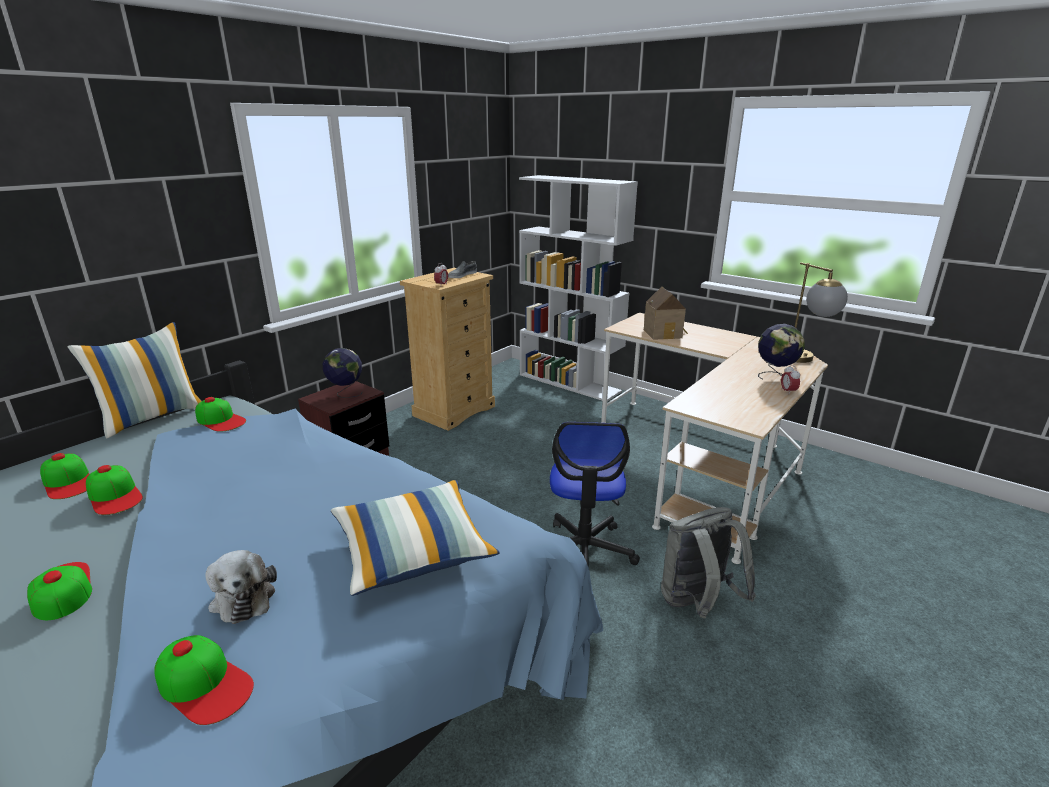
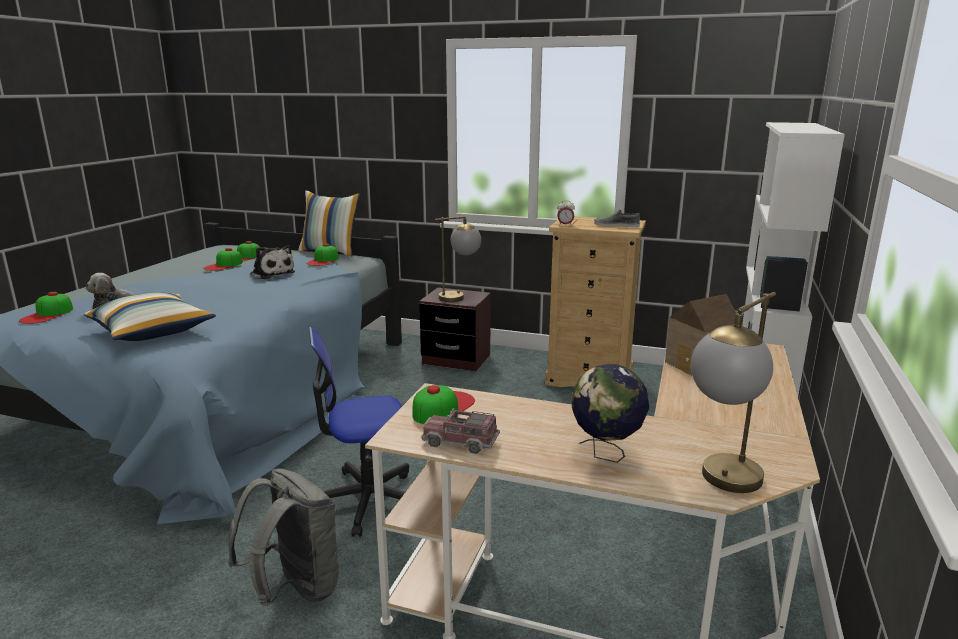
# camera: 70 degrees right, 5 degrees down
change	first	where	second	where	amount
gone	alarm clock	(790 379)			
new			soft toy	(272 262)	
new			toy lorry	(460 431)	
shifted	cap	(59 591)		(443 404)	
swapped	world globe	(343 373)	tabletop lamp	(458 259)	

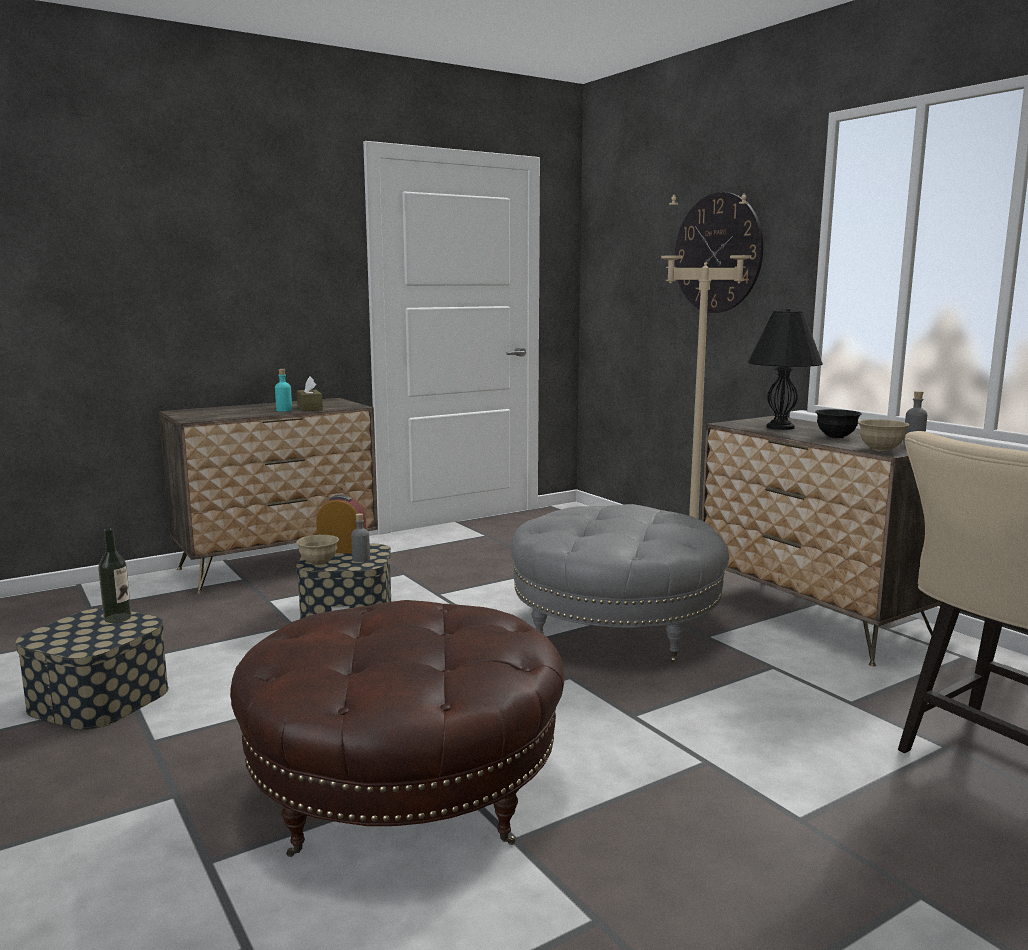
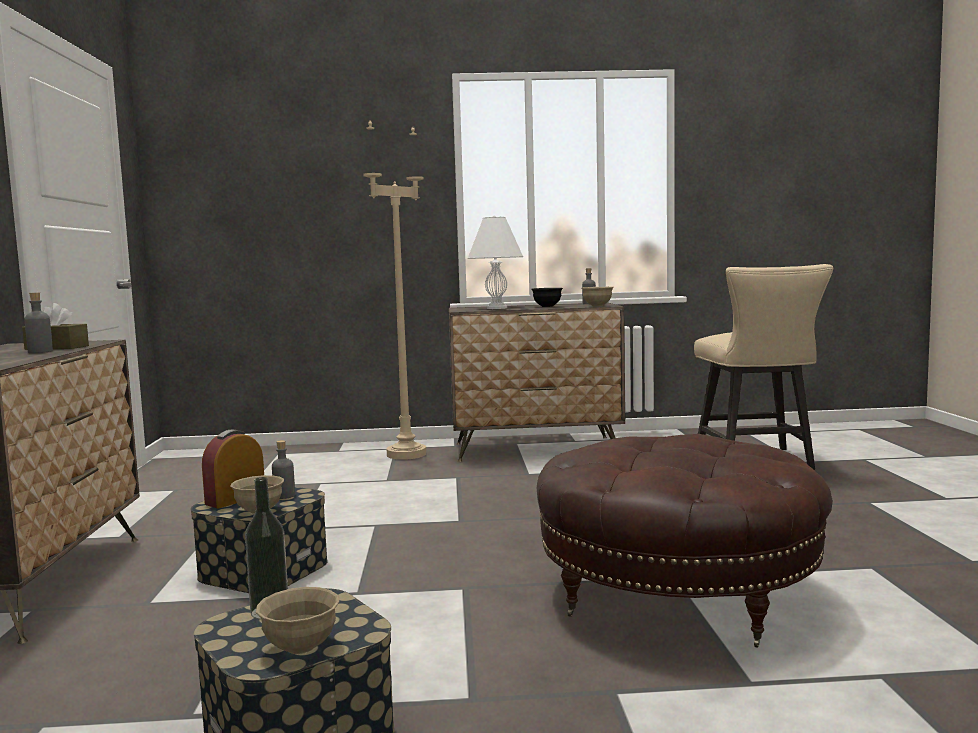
# camera: 60 degrees left, 5 degrees down
change	first	where	second	where	amount
gone	gray ottoman	(620 583)			
gone	wall clock	(719 252)			
new			beige serving bowl	(297 620)	
repainted	blue-green bottle	(283 390)	gray bottle	(38 322)	
repainted	black-coloured tabletop lamp	(785 369)	white tabletop lamp	(495 262)	

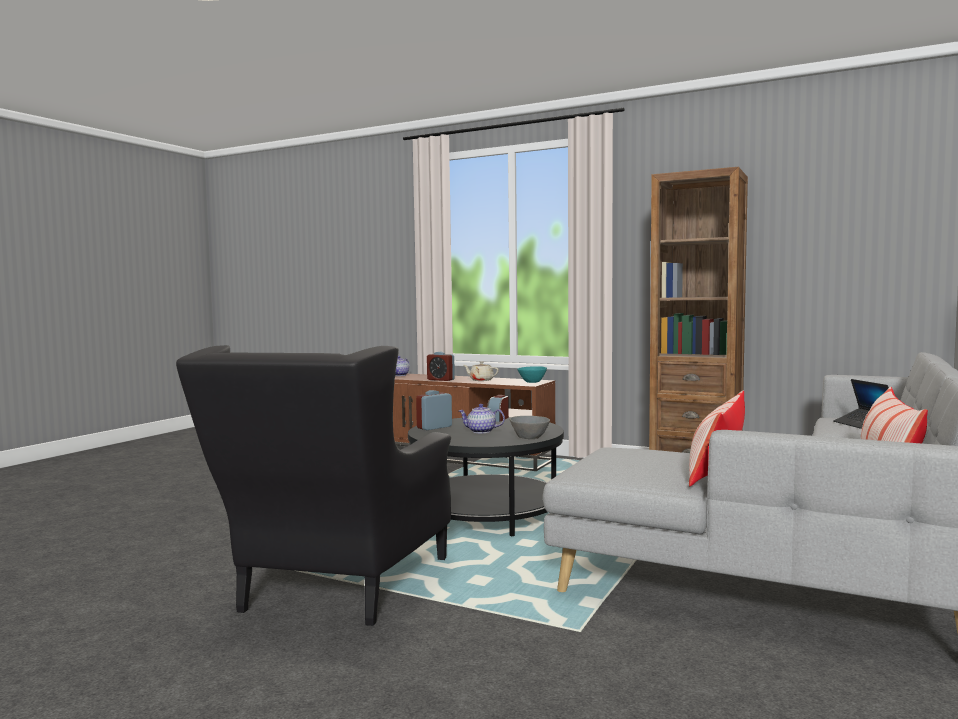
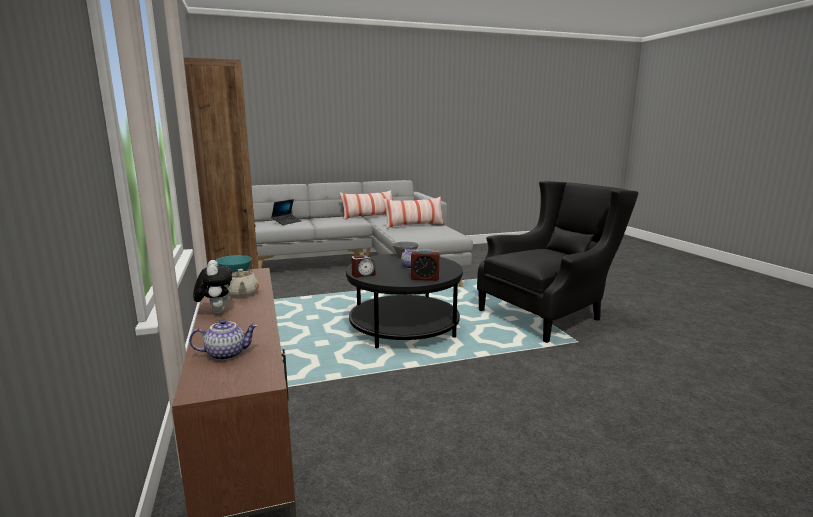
# camera: 135 degrees left, 10 degrees up
change	first	where	second	where	amount
gone	alarm clock	(441 366)			
new			soft toy	(212 286)	

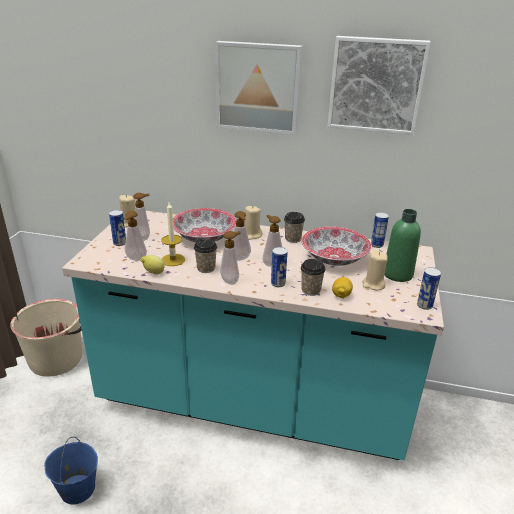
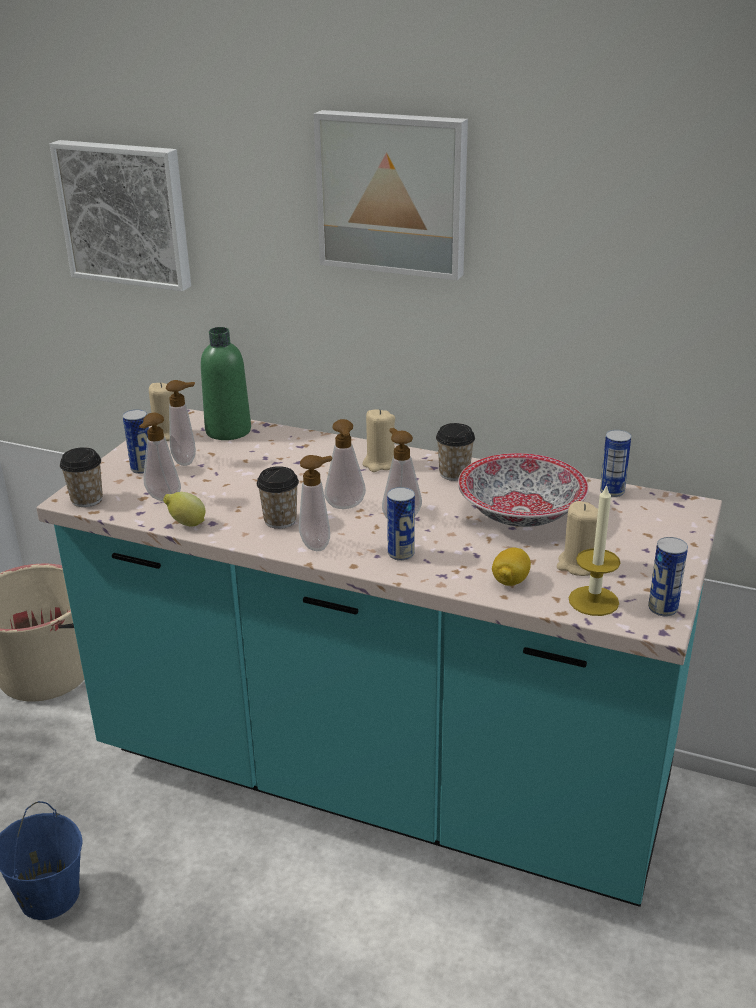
# camera: 10 degrees right, 0 degrees up
change	first	where	second	where	amount
gone	serving bowl	(204 225)			
shifted	wax candle	(173 234)		(594 550)	
shifted	drinking cup	(313 277)		(81 477)	
shifted	wall picture	(379 85)		(120 215)	
shifted	green-coloured bottle	(402 245)		(226 383)	

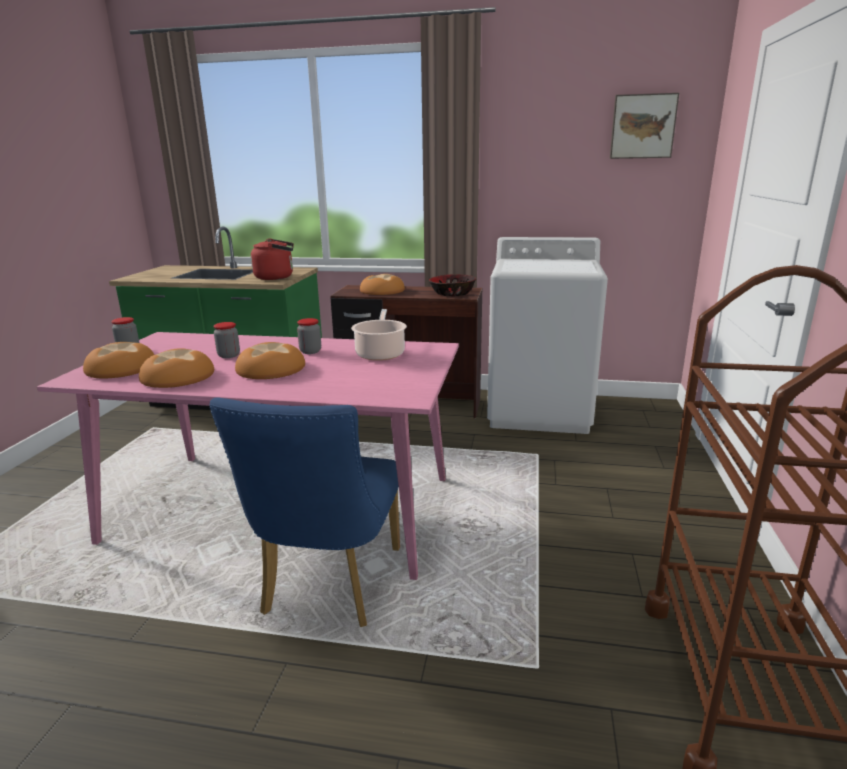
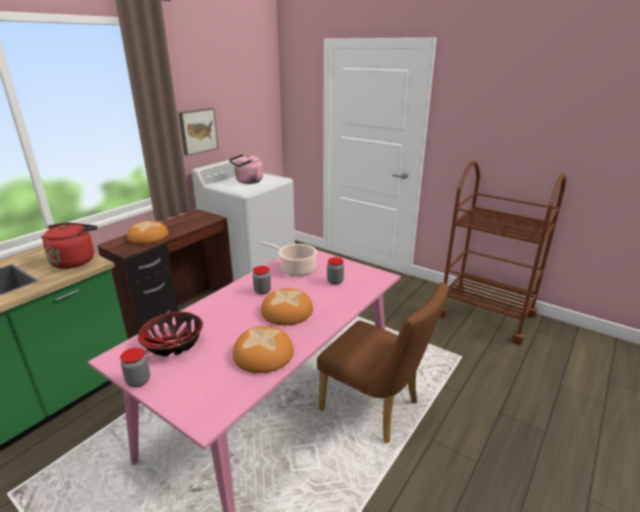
# camera: 65 degrees left, 5 degrees up
change	first	where	second	where	amount
gone	bread	(119 360)			
new			pinkish kettle	(246 169)	
shifted	storage jar	(227 340)		(335 271)	
shifted	serving bowl	(452 285)		(170 334)	
shifted	wall picture	(644 126)		(198 132)	
repainted	blue-coloured plain chair	(304 512)	brown-coloured plain chair	(382 362)	

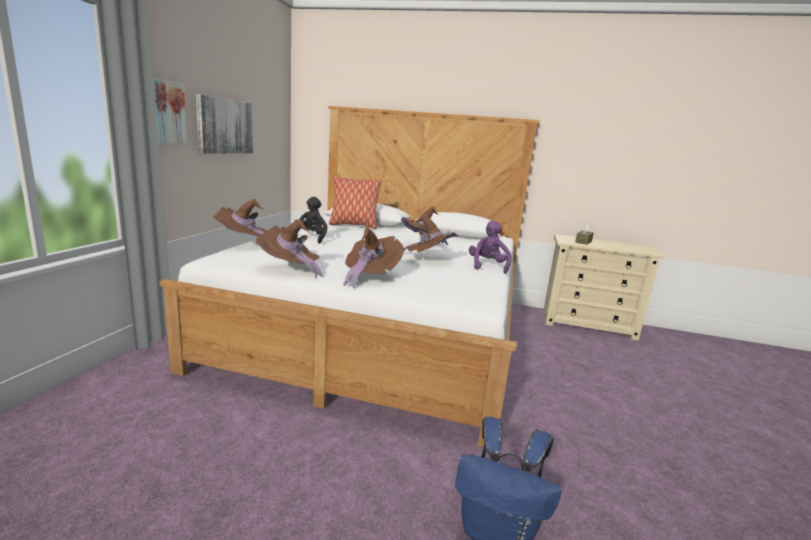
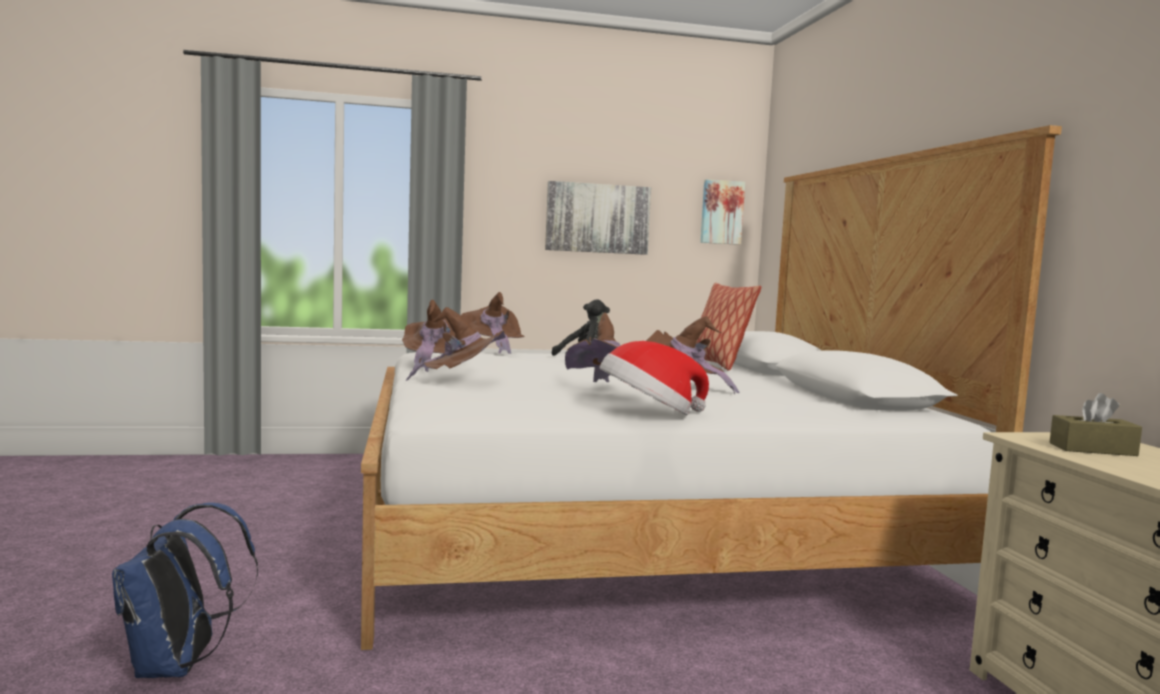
# camera: 65 degrees right, 10 degrees down
change	first	where	second	where	amount
shifted	wall picture	(171 111)		(722 212)	
swapped	purplish soft toy	(490 247)	wearable hat	(654 378)	

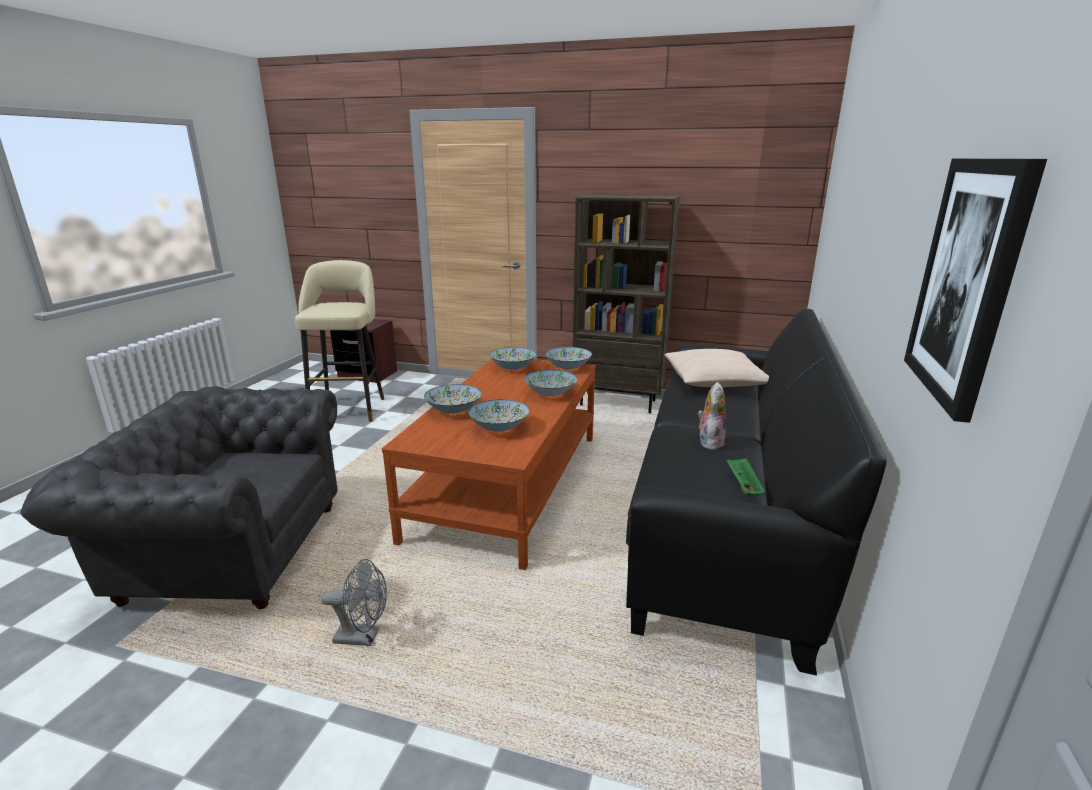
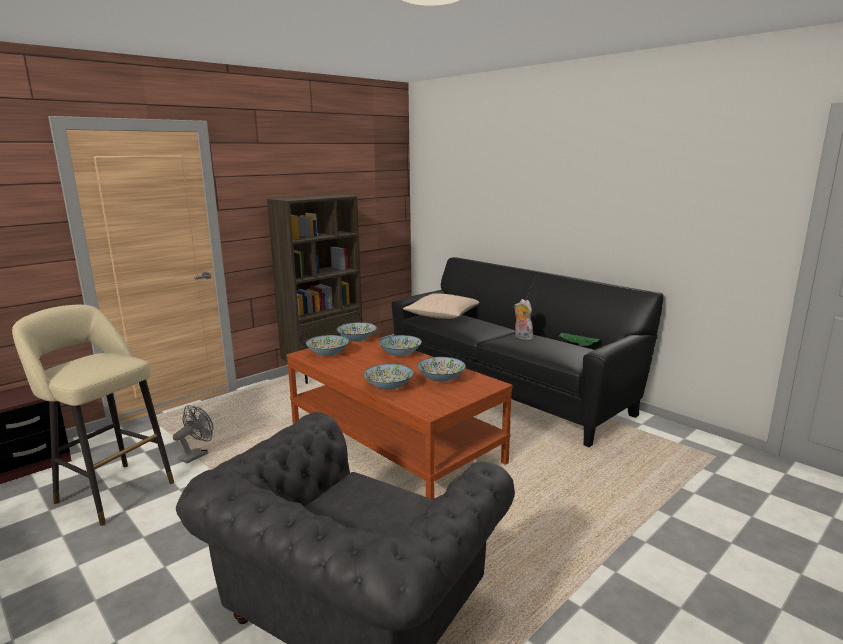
# camera: 60 degrees left, 5 degrees down
change	first	where	second	where	amount
gone	wall picture	(975 291)			
shifted	gray cooling fan	(354 602)		(193 434)	

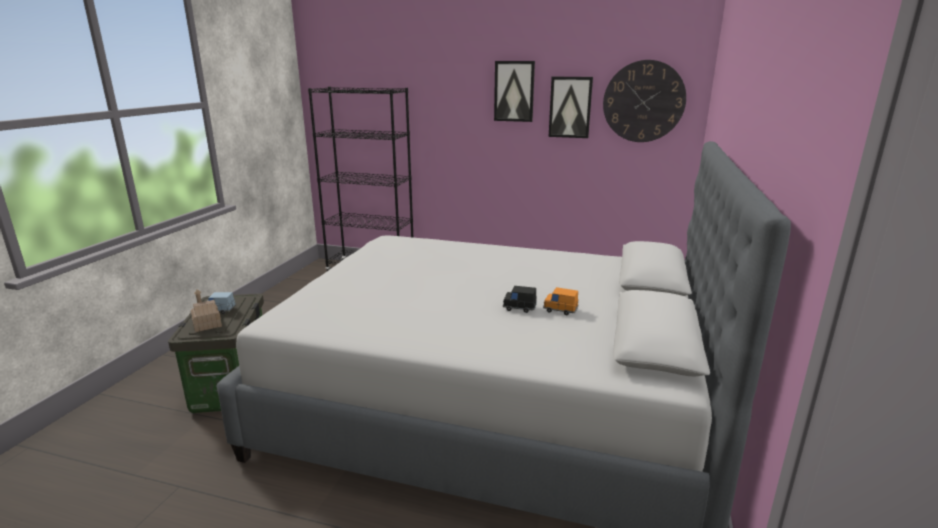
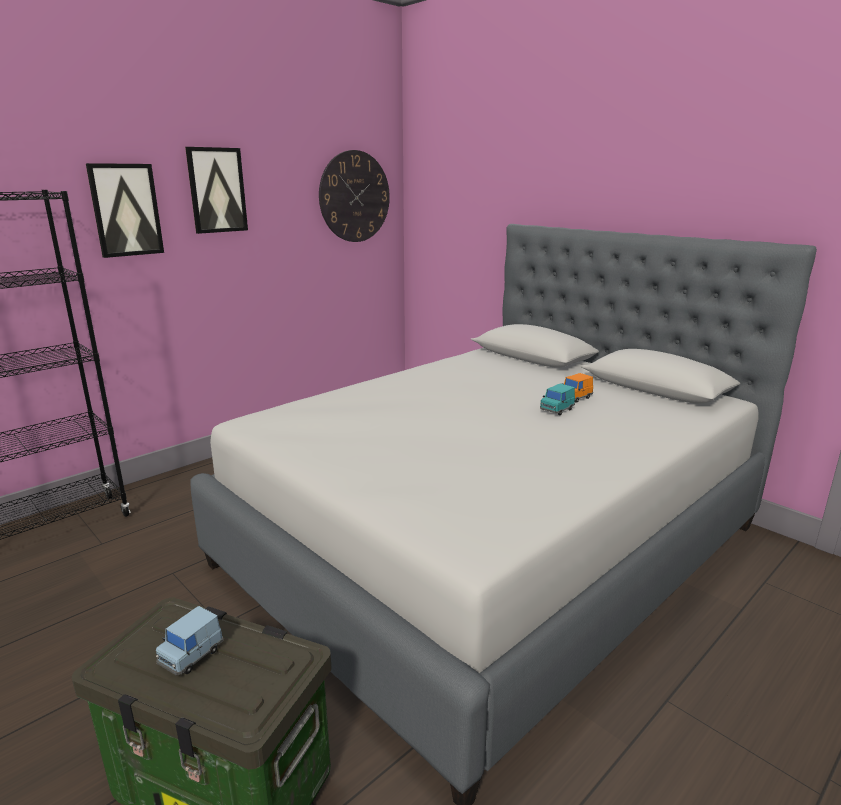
# camera: 60 degrees left, 0 degrees up
change	first	where	second	where	amount
gone	toy house	(206 310)			
shifted	wall picture	(571 107)		(125 210)	
repainted	black-coloured model car	(520 299)	blue-green model car	(557 399)	

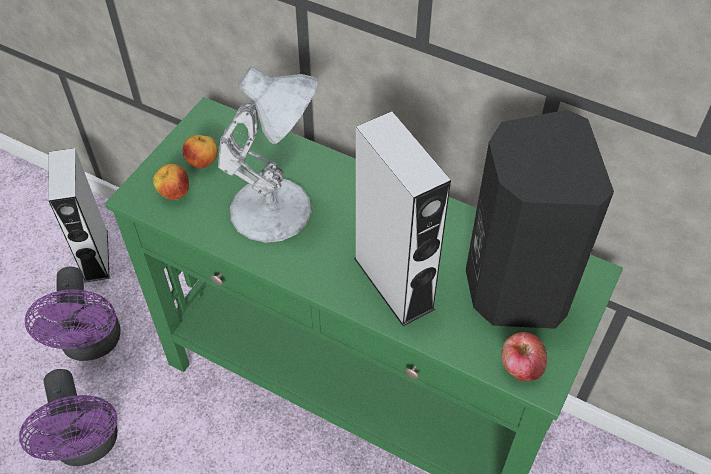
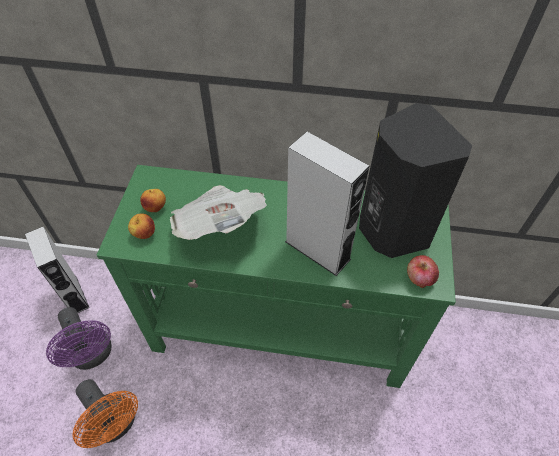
# camera: 20 degrees left, 0 degrees up
change	first	where	second	where	amount
swapped	white tabletop lamp	(268 155)	newspaper	(218 212)	
repainted	purplish cooling fan	(68 417)	orange-coloured cooling fan	(105 413)	

